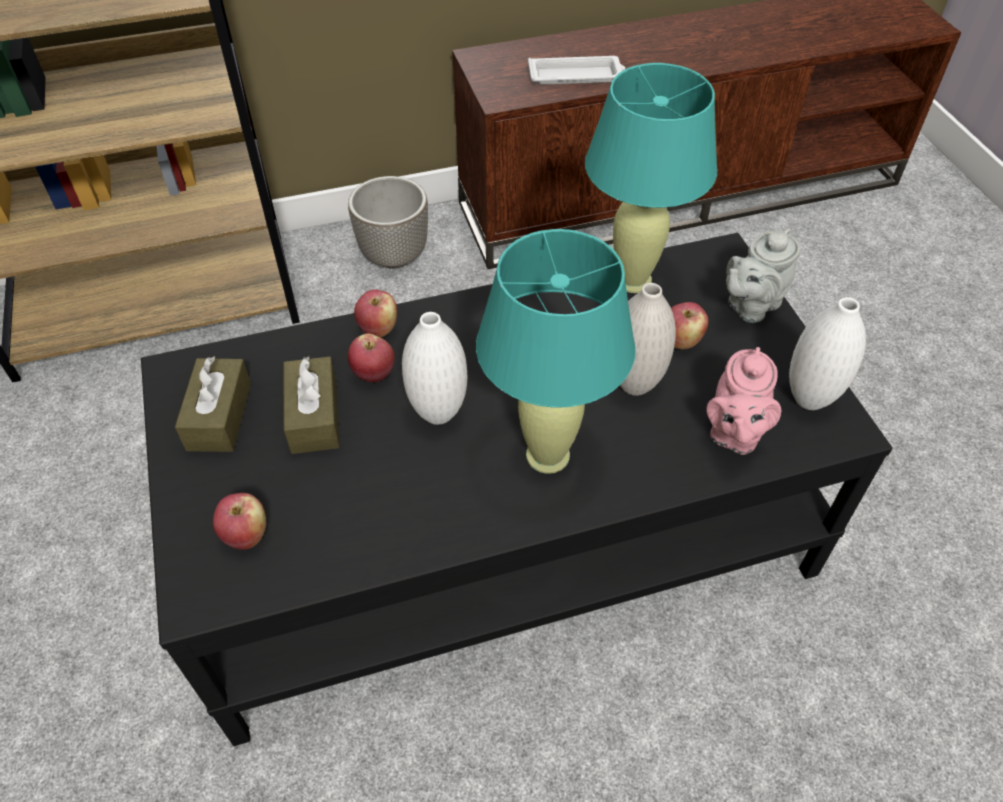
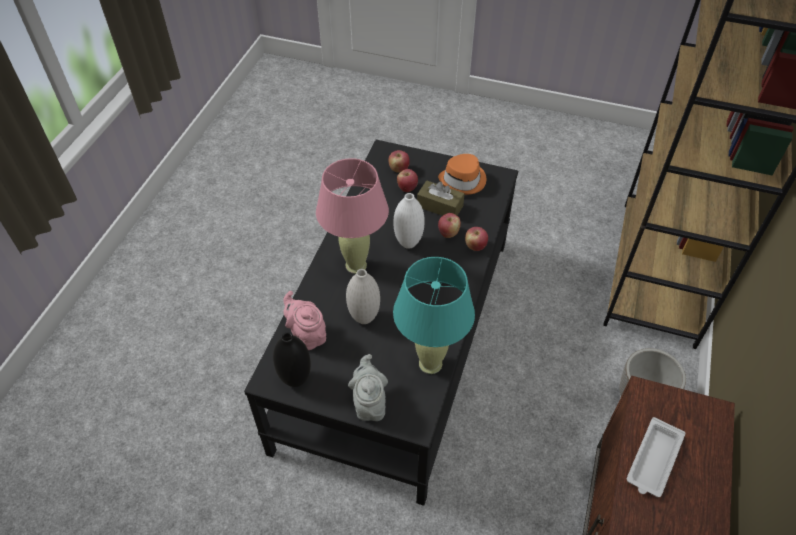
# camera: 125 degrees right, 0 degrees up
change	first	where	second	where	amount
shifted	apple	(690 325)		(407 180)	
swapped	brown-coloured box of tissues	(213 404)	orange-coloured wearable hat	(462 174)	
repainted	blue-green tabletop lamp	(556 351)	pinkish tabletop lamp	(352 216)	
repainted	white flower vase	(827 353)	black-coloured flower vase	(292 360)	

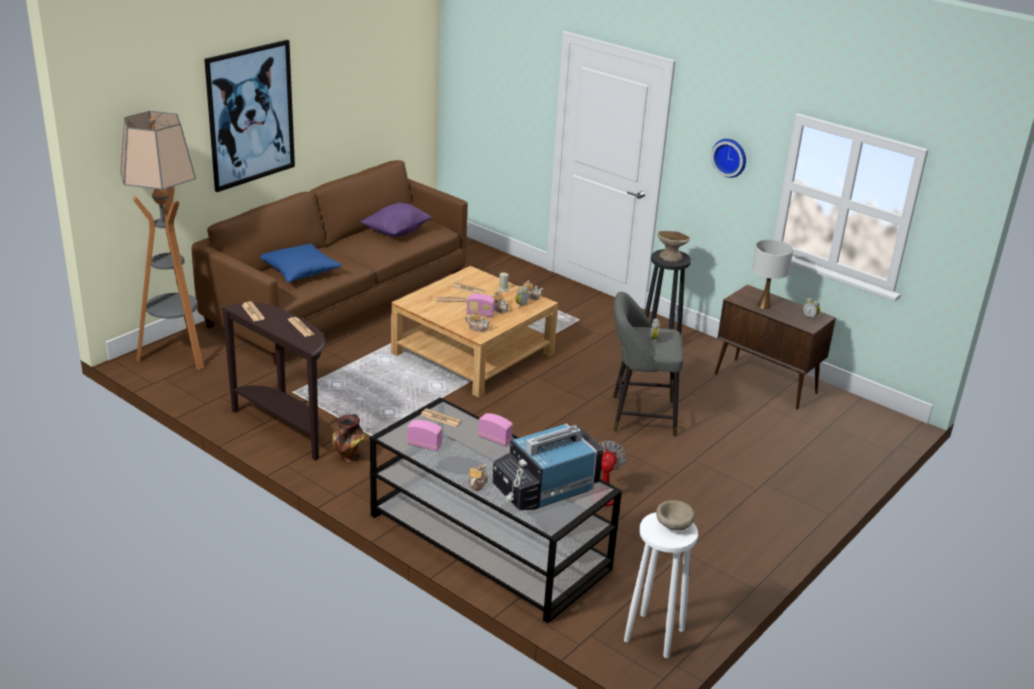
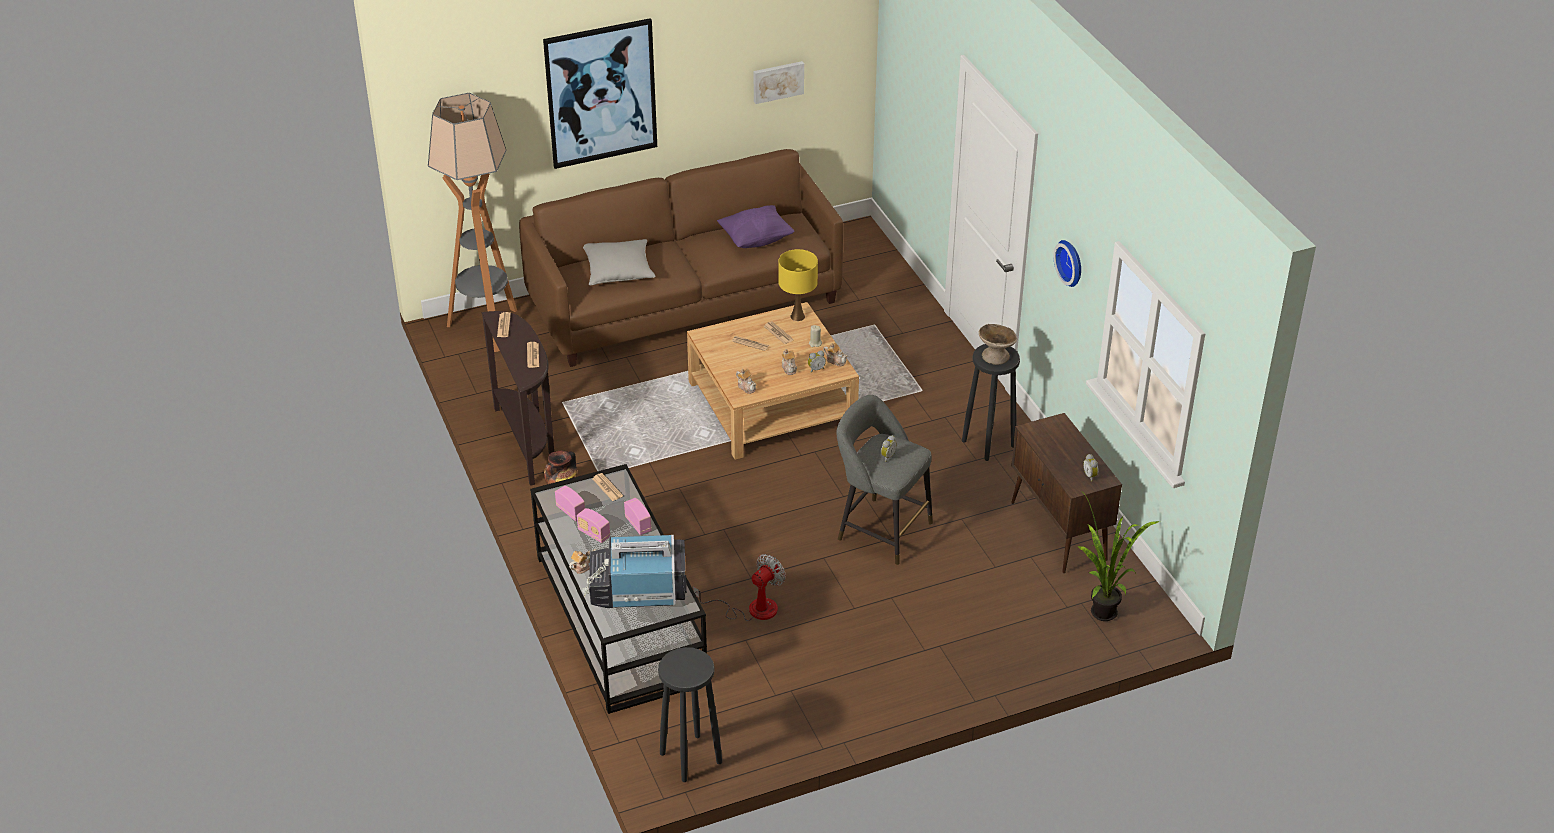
# camera: 30 degrees right, 10 degrees up
change	first	where	second	where	amount
gone	beige serving bowl	(675 515)			
gone	white tabletop lamp	(772 274)			
new			wall picture	(779 82)	
new			yellow tabletop lamp	(798 285)	
new			potted plant	(1118 555)	
shifted	radio	(481 305)		(593 525)	
repainted	blue-coloured pillow	(301 263)	gray pillow	(619 262)	
repainted	white sitting stool	(661 585)	black-coloured sitting stool	(690 714)	

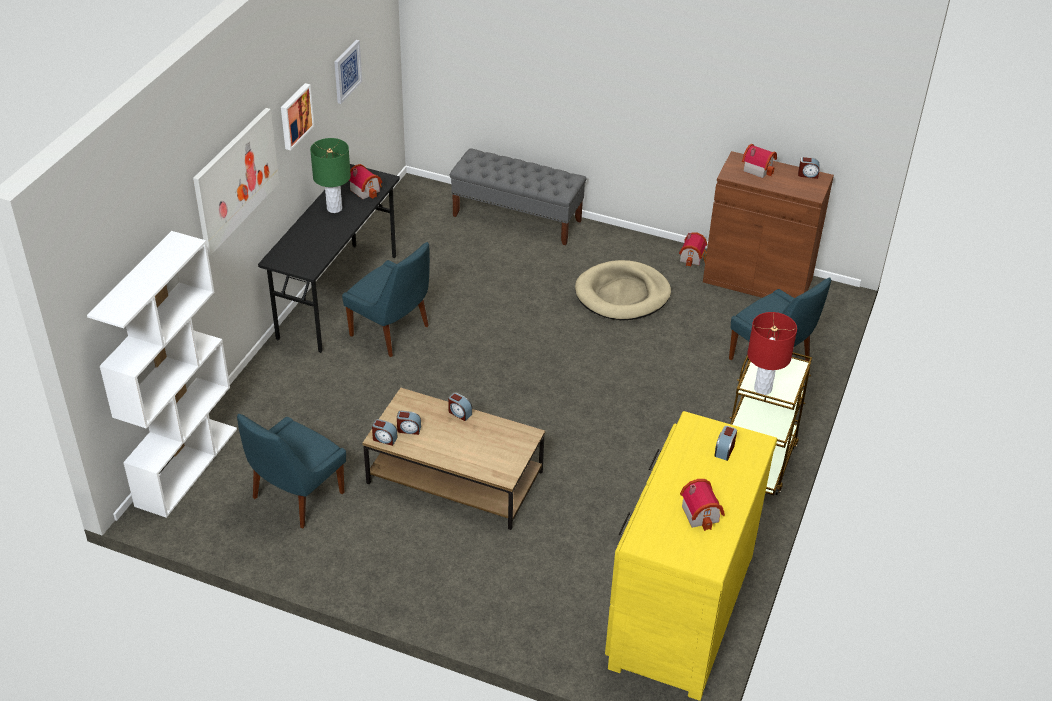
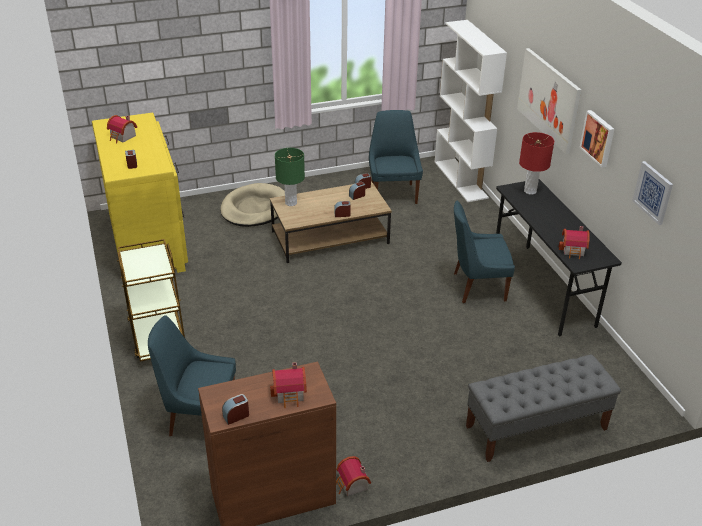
# camera: 140 degrees right, 5 degrees down
change	first	where	second	where	amount
shifted	green-coloured tabletop lamp	(330 175)		(290 177)	
shifted	beige dog bed	(623 290)		(252 205)	
shifted	reddish tabletop lamp	(772 353)		(536 163)	

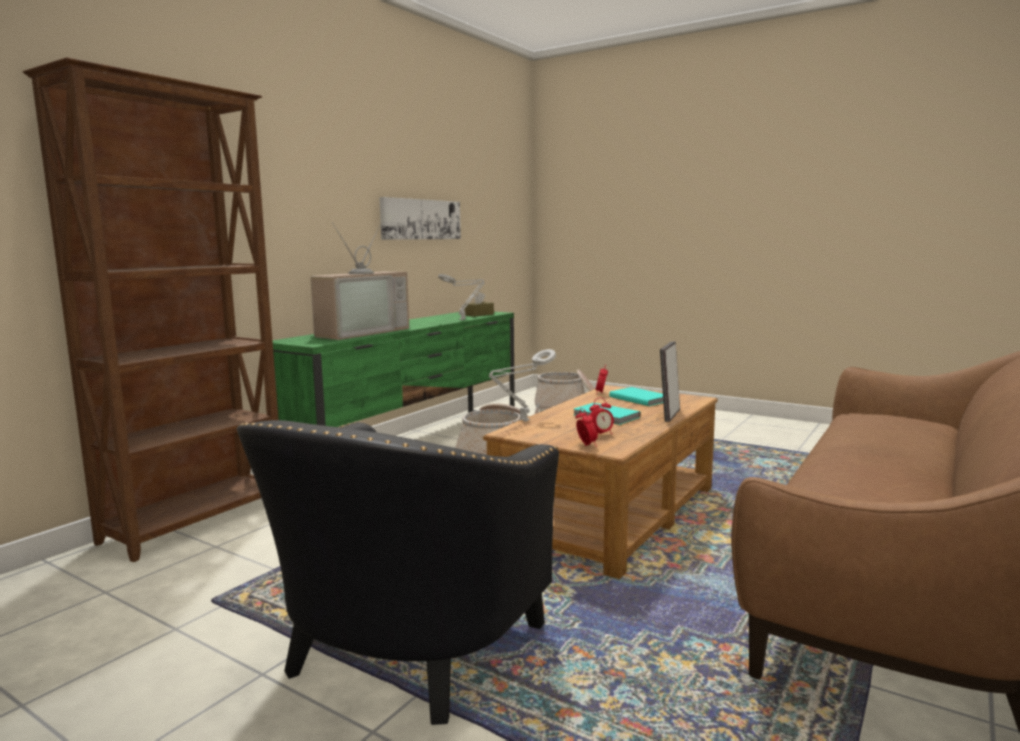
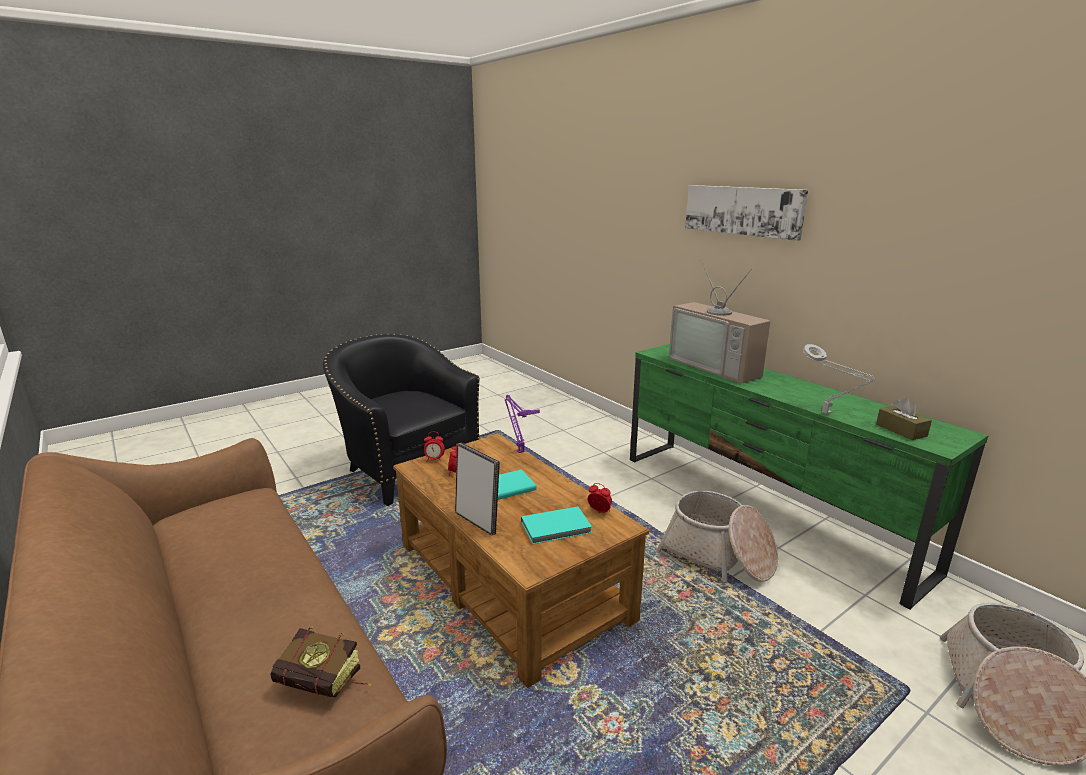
# camera: 110 degrees right, 10 degrees up
change	first	where	second	where	amount
gone	brown-coloured shelving unit	(151 309)			
new			volume	(321 662)	
shifted	wall picture	(420 218)		(746 213)	
repainted	gray tabletop lamp	(522 385)	purplish tabletop lamp	(522 424)	

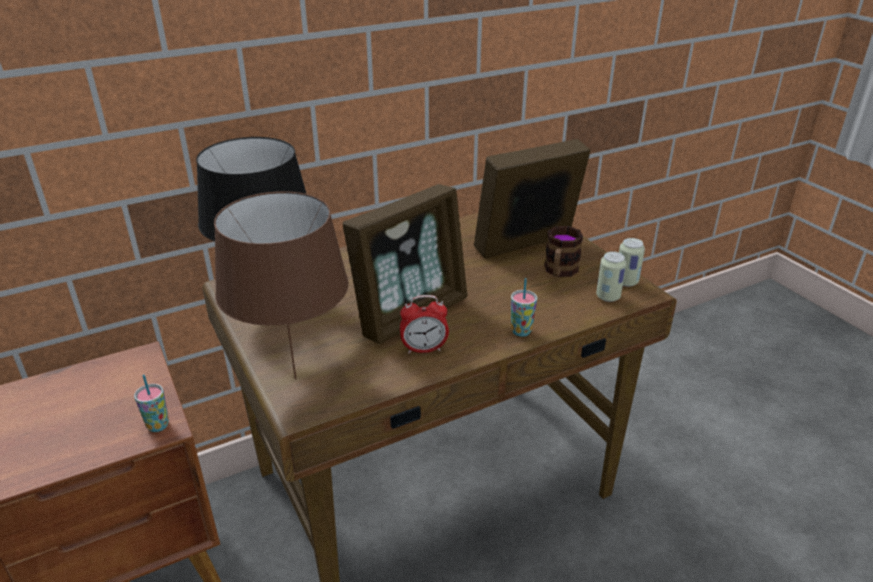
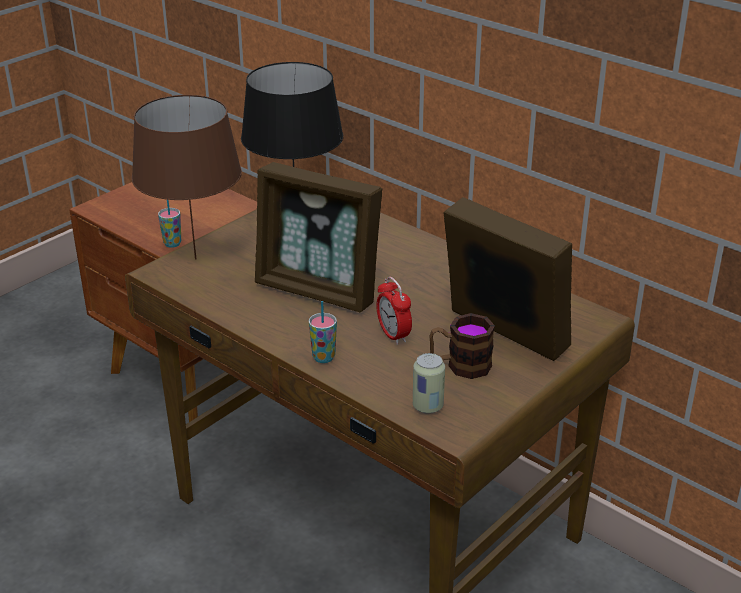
# camera: 70 degrees right, 0 degrees up
change	first	where	second	where	amount
gone	can	(632 262)			
shifted	alarm clock	(424 324)		(394 311)	

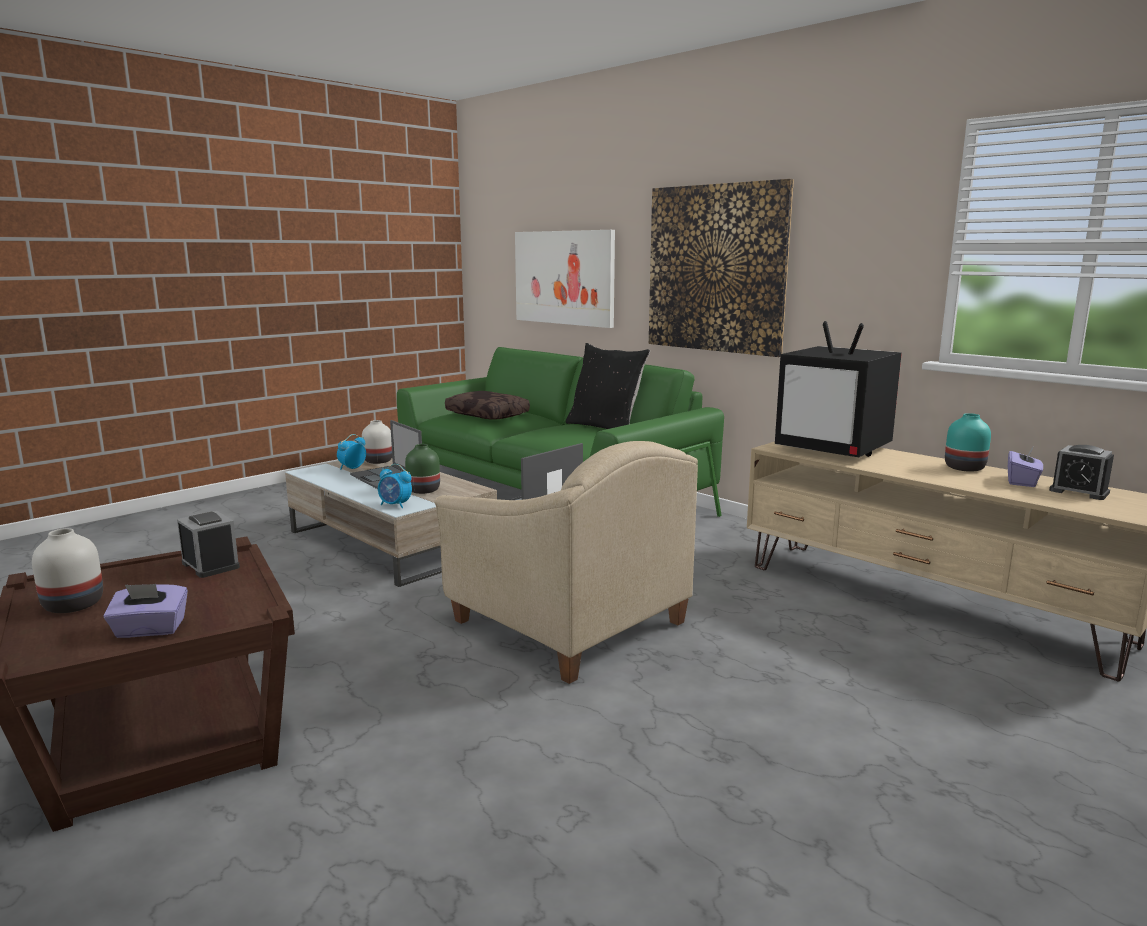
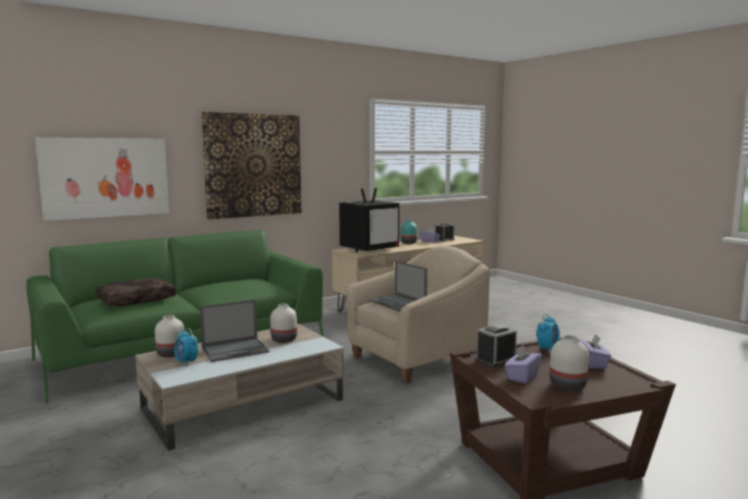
# camera: 80 degrees left, 5 degrees down
change	first	where	second	where	amount
gone	black-coloured pillow	(607 386)			
new			purplish box of tissues	(523 364)	
shifted	alarm clock	(395 486)		(548 334)	
repainted	green-coloured flower vase	(422 469)	white flower vase	(283 323)	

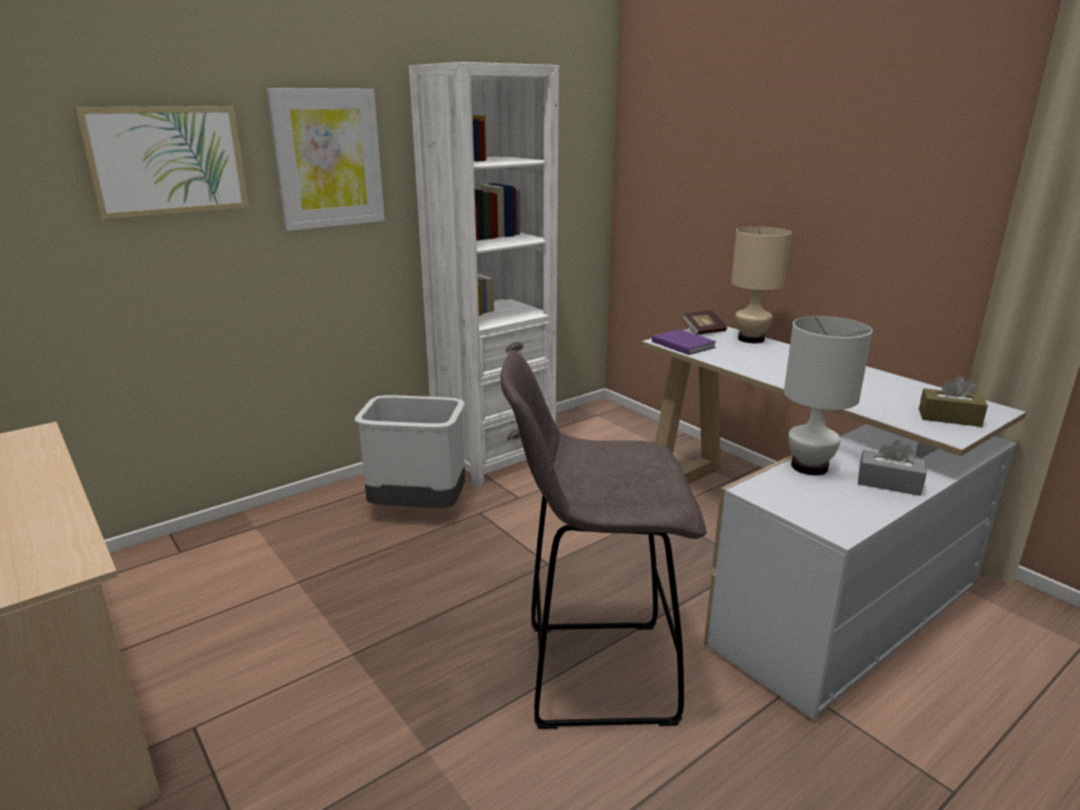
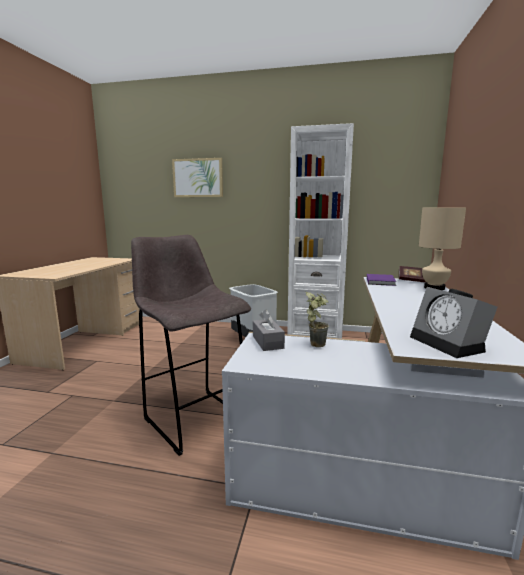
# camera: 50 degrees right, 10 degrees down
change	first	where	second	where	amount
gone	wall picture	(325 159)			
shifted	gray box of tissues	(892 468)		(269 330)	
swapped	white tabletop lamp	(828 395)	potted plant	(317 319)	
swapped	brown-coloured box of tissues	(953 401)	alarm clock	(453 322)	

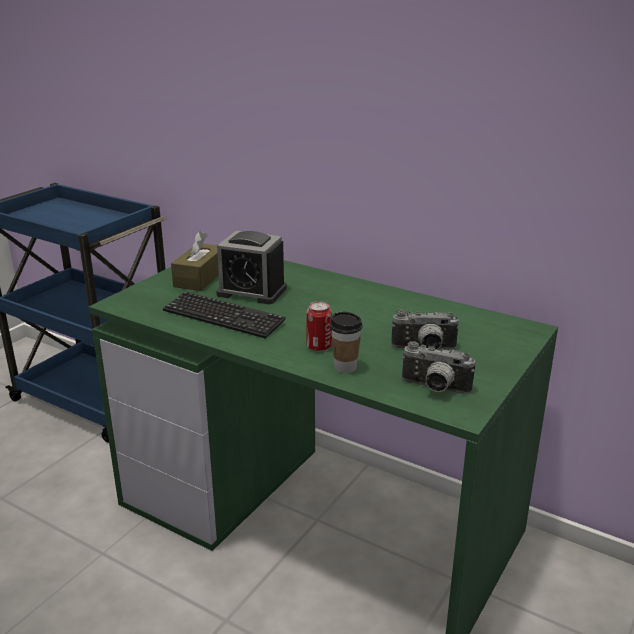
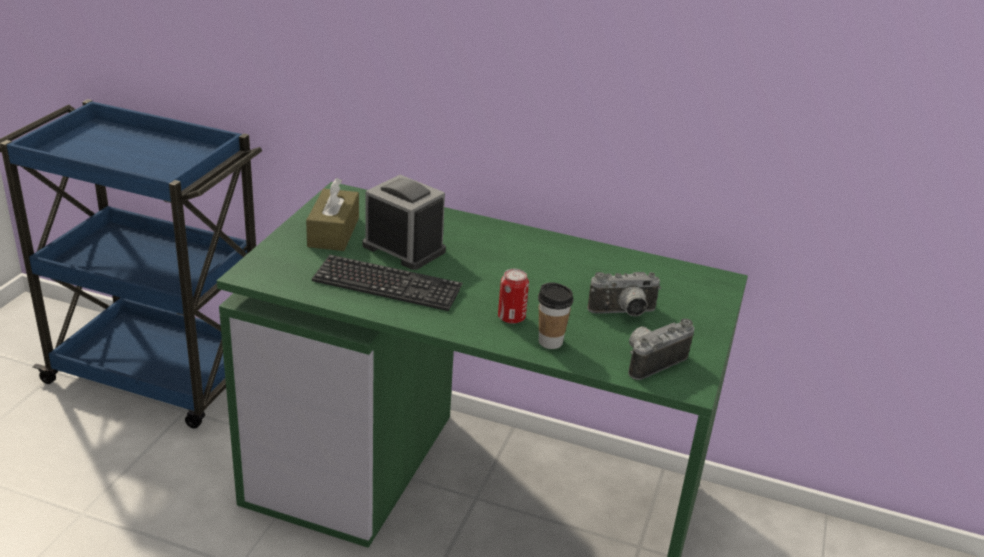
# camera: 15 degrees left, 5 degrees up
change	first	where	second	where	amount
rotated	alarm clock	(251 267)		(404 222)	150 degrees counterclockwise
rotated	still camera	(438 367)		(661 349)	135 degrees clockwise

